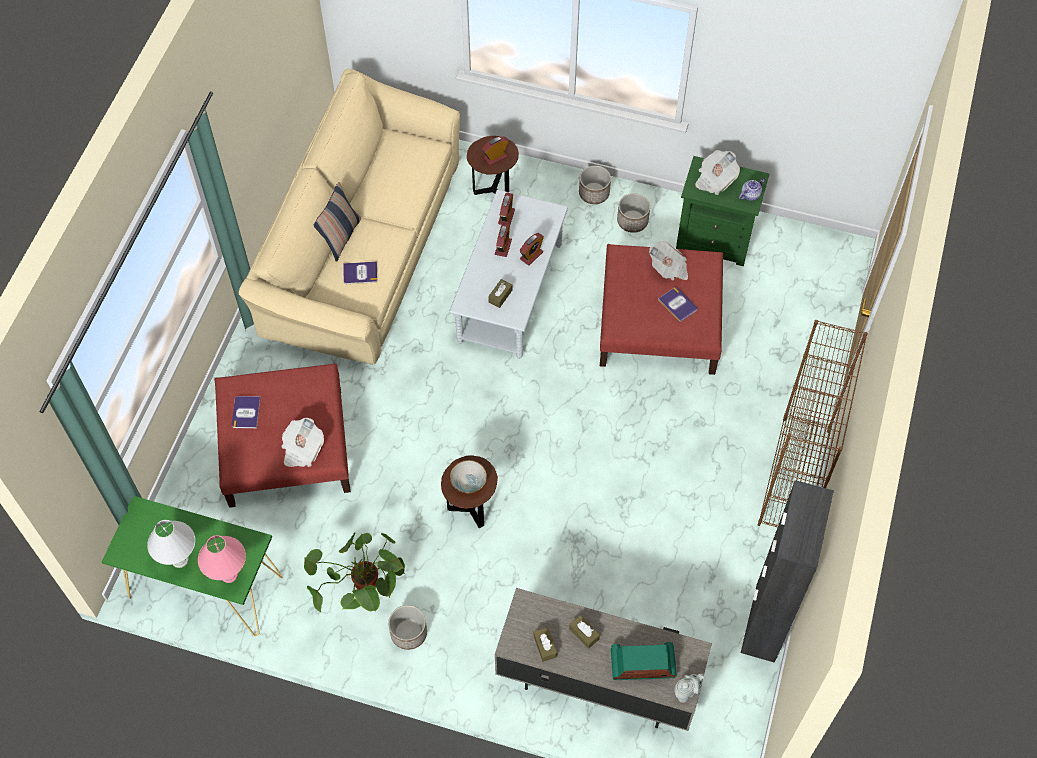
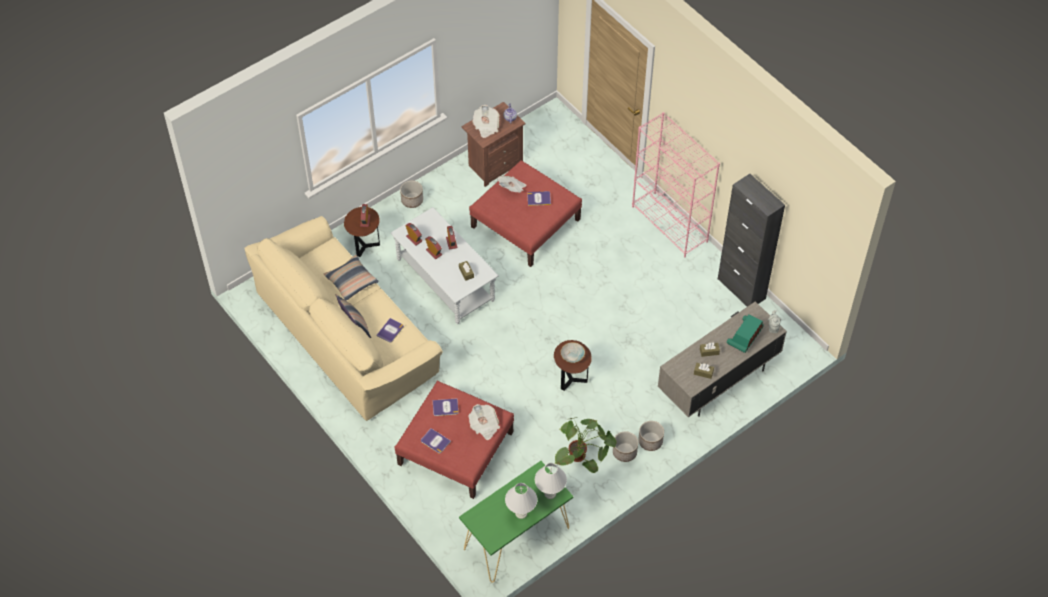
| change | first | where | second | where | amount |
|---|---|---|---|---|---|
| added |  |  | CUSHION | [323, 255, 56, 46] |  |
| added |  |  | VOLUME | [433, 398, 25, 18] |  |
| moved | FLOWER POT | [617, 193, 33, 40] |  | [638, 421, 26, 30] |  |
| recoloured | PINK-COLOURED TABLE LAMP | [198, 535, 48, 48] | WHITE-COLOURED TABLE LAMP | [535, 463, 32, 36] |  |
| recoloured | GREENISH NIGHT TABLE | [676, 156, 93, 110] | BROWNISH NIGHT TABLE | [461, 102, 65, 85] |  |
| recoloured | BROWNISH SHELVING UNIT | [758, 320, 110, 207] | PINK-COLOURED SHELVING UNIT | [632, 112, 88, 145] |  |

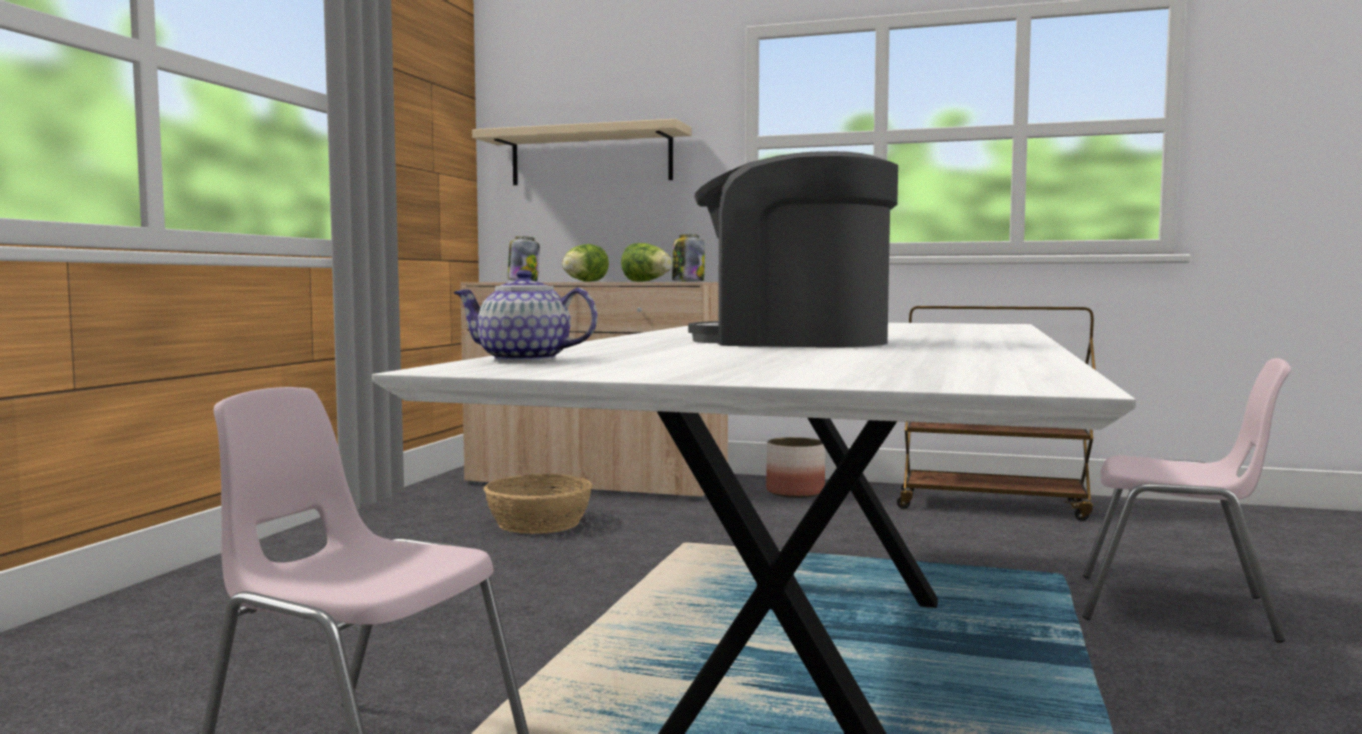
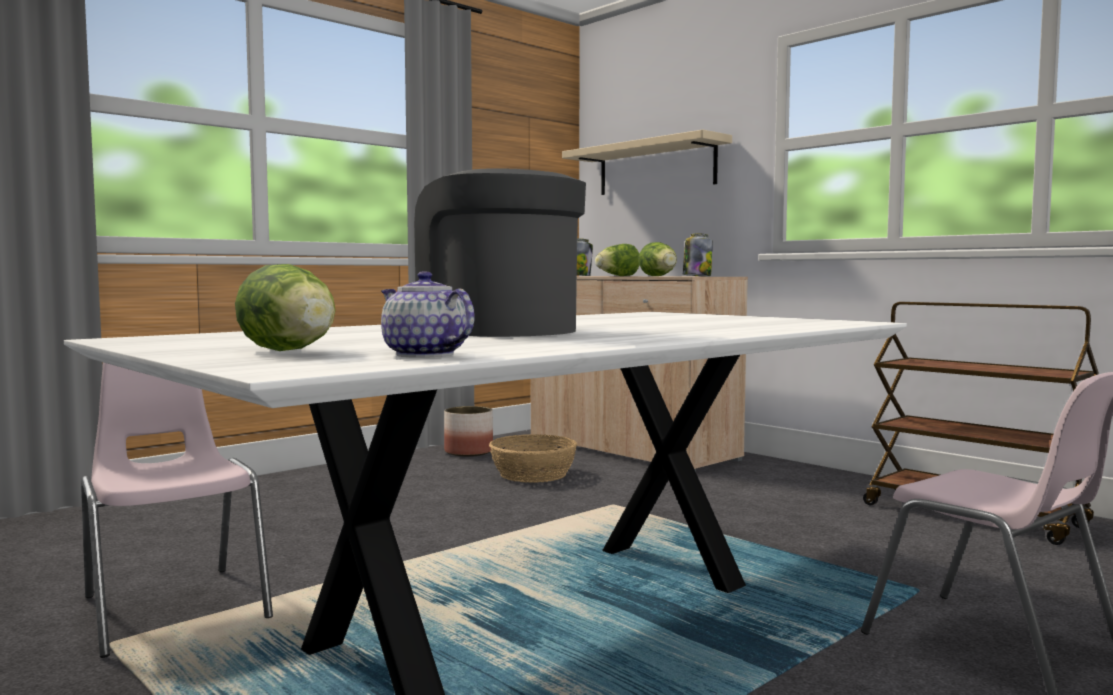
| change | first | where | second | where | amount |
|---|---|---|---|---|---|
| added |  |  | HEAD OF LETTUCE | [235, 264, 100, 87] |  |
| moved | POT FOR TEA | [453, 270, 145, 92] |  | [381, 271, 94, 87] |  |
| moved | FLOWER POT | [766, 437, 59, 61] |  | [444, 406, 49, 51] |  |

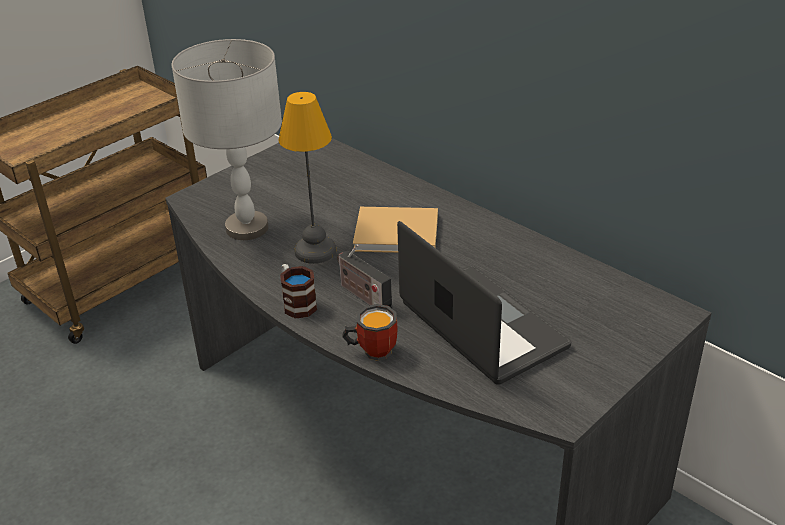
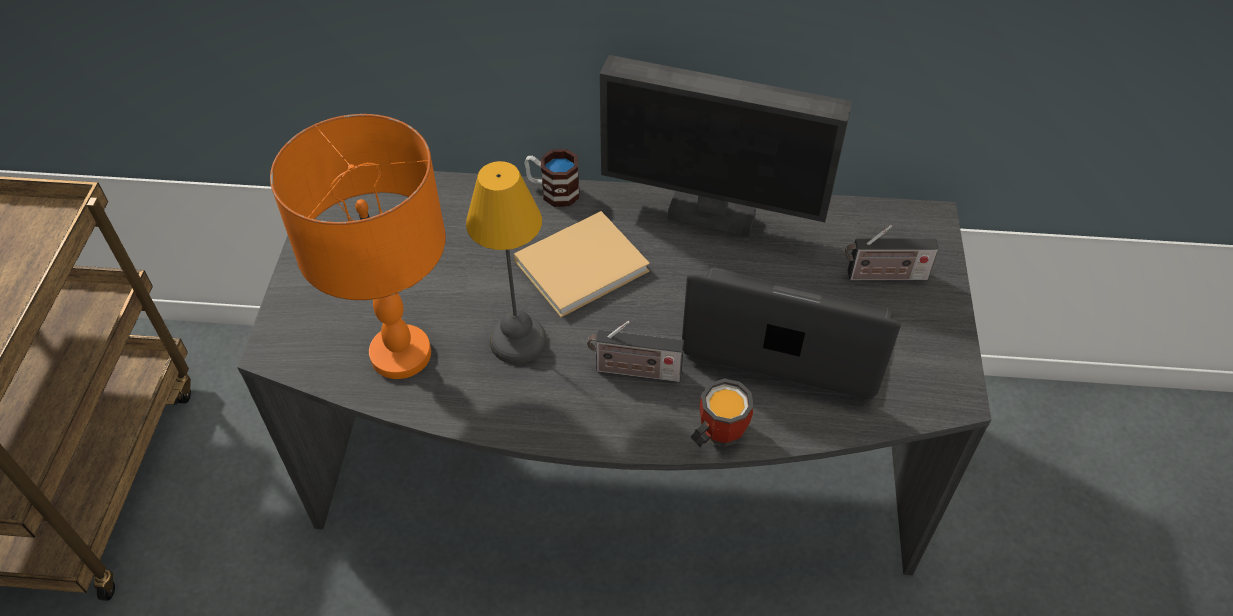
| change | first | where | second | where | amount |
|---|---|---|---|---|---|
| added |  |  | MONITOR | [600, 55, 252, 182] |  |
| added |  |  | RADIO SET | [845, 225, 94, 55] |  |
| moved | MUG | [280, 264, 37, 54] |  | [524, 149, 56, 58] |  |
| recoloured | GREY TABLE LAMP | [171, 39, 111, 201] | ORANGE TABLE LAMP | [270, 114, 176, 265] |  |

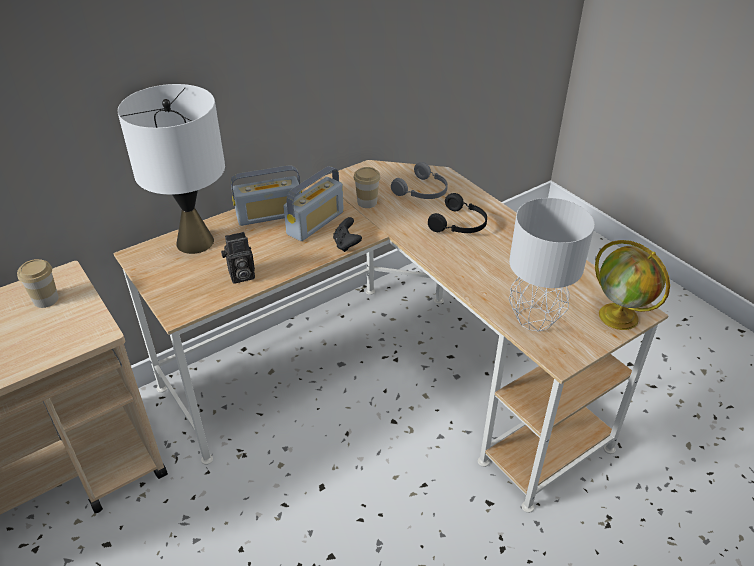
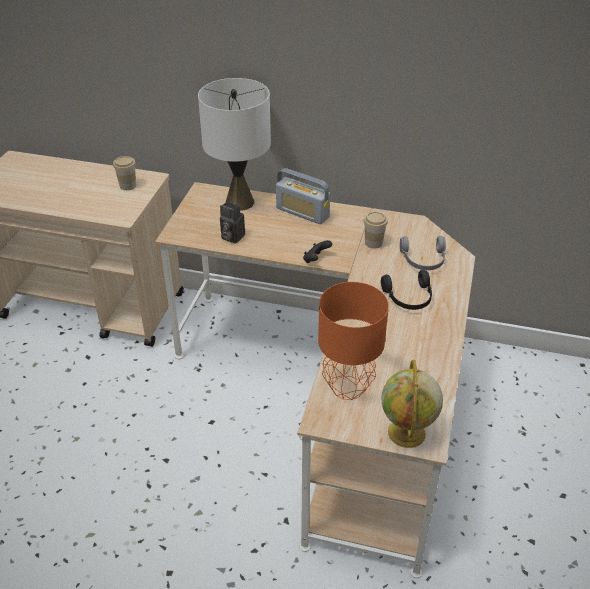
| change | first | where | second | where | amount |
|---|---|---|---|---|---|
| removed | RADIO SET | [283, 166, 61, 75] |  |  |  |
| recoloured | GREY TABLE LAMP | [509, 198, 86, 134] | ORANGE TABLE LAMP | [318, 282, 71, 118] |  |

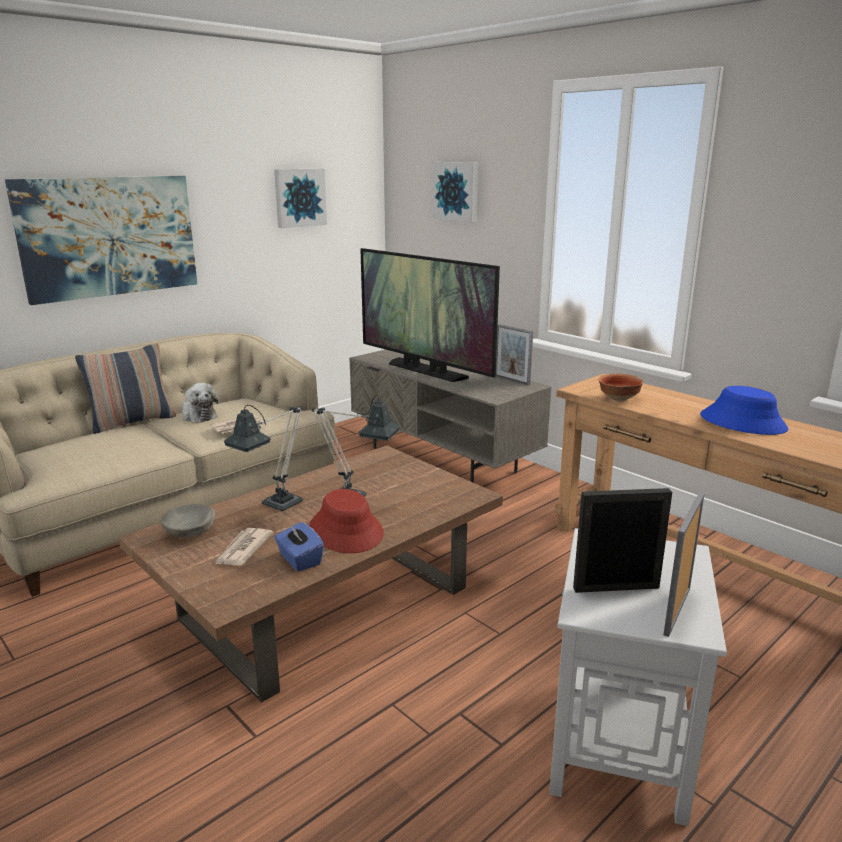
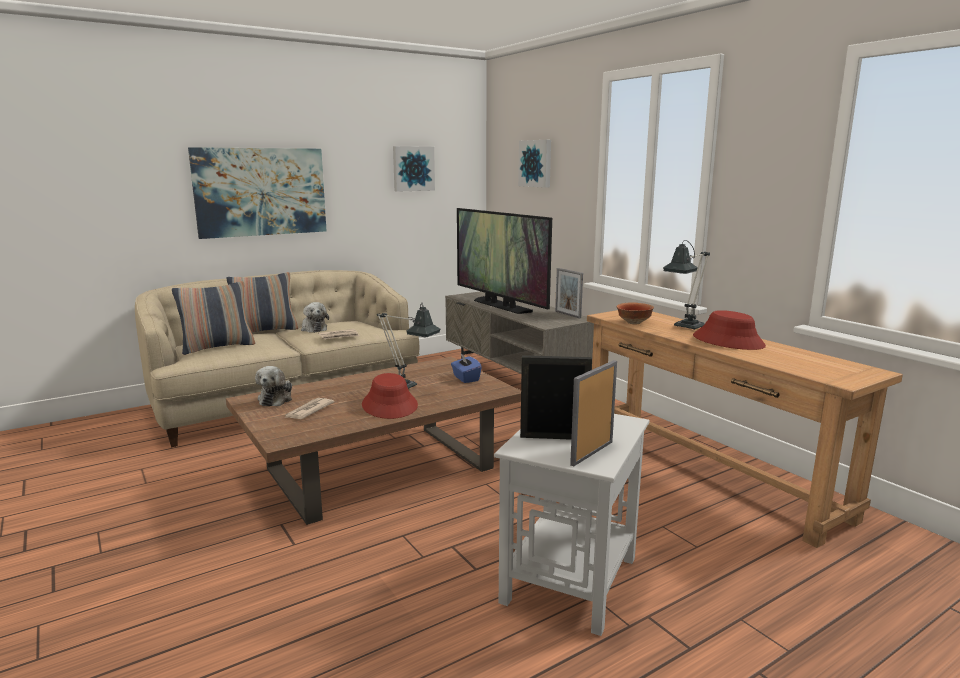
| change | first | where | second | where | amount |
|---|---|---|---|---|---|
| added |  |  | CUSHION | [172, 281, 83, 74] |  |
| moved | TABLE LAMP | [224, 405, 79, 106] |  | [663, 240, 47, 90] |  |
| moved | BLUE TISSUE BOX | [274, 521, 50, 51] |  | [451, 354, 31, 29] |  |
| replaced | GREY SERVING BOWL | [160, 504, 55, 34] | PLUSH TOY | [255, 366, 37, 40] |  |
| recoloured | BLUE CLOTHING HAT | [700, 386, 88, 49] | RED-COLOURED CLOTHING HAT | [693, 310, 73, 40] |  |

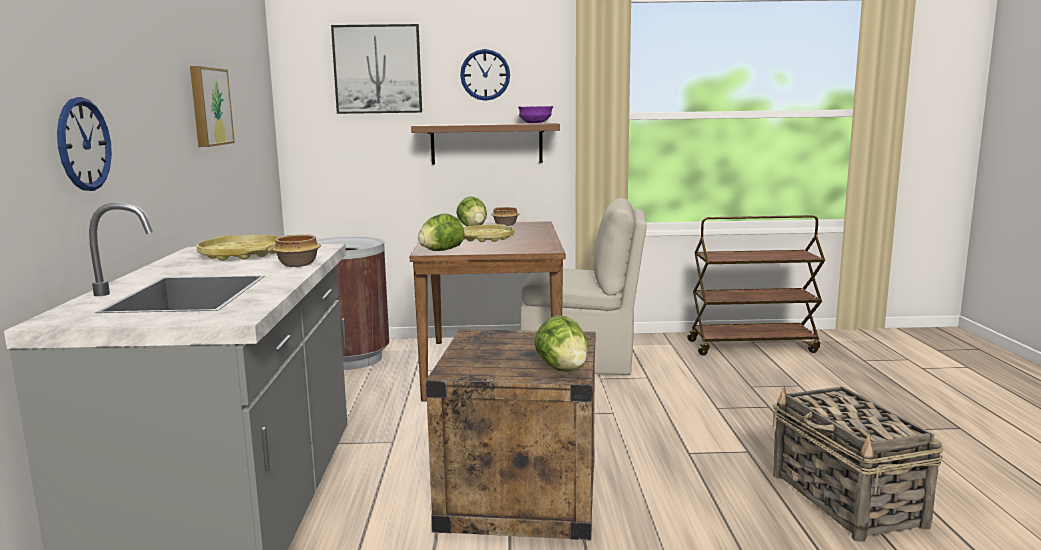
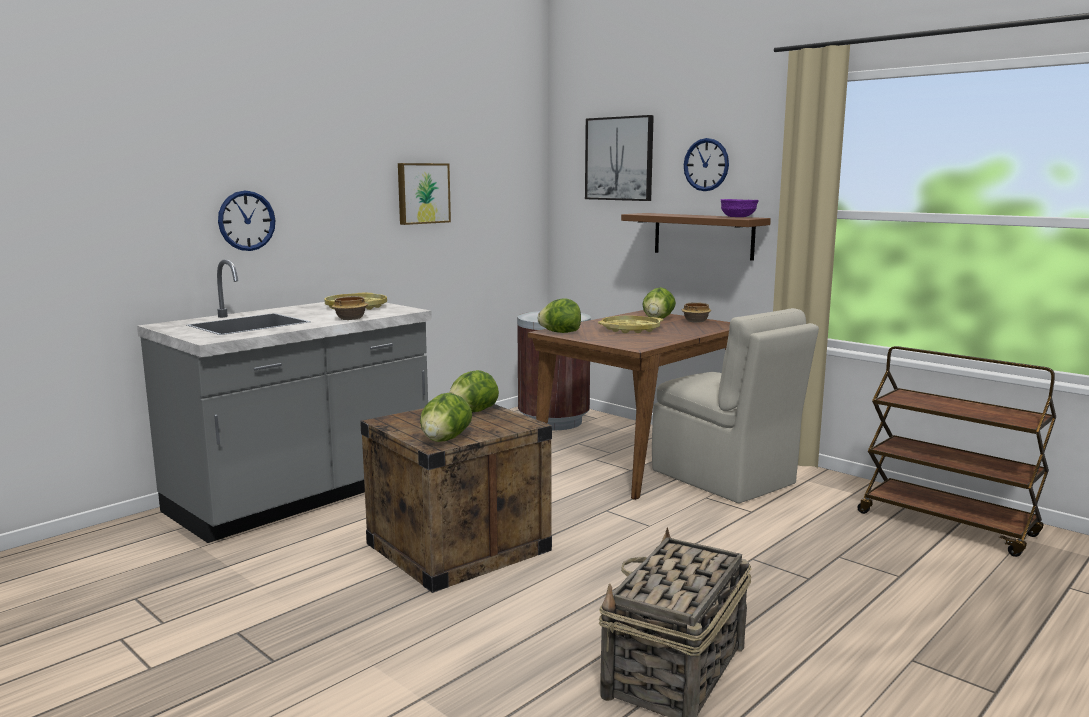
| change | first | where | second | where | amount |
|---|---|---|---|---|---|
| added |  |  | HEAD OF LETTUCE | [449, 370, 50, 42] |  |

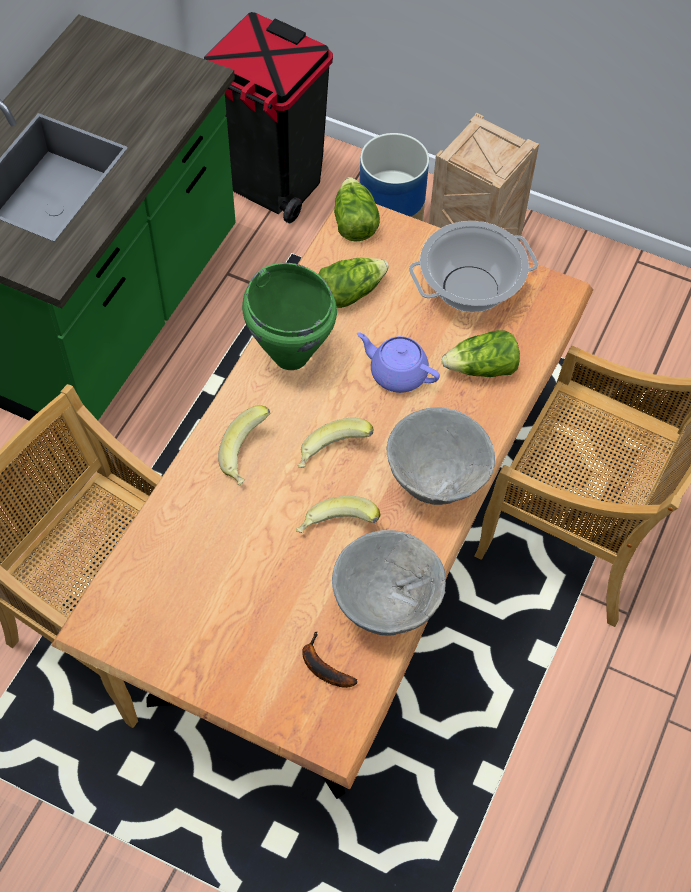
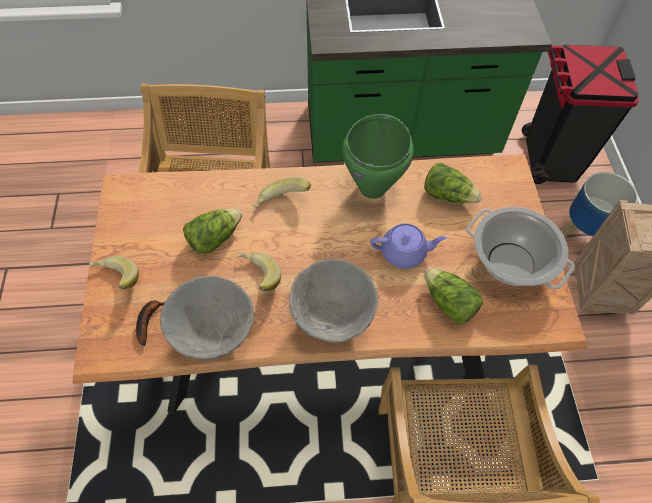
| change | first | where | second | where | amount |
|---|---|---|---|---|---|
| moved | BANANA FRUIT | [298, 418, 75, 50] |  | [89, 256, 50, 34] |  |
| moved | HEAD OF LETTUCE | [334, 177, 46, 65] |  | [183, 209, 59, 45] |  |
| turned | PURPLE-COLOURED POT FOR TEA | [357, 332, 83, 61] |  | [370, 223, 77, 45] | 90 degrees clockwise |

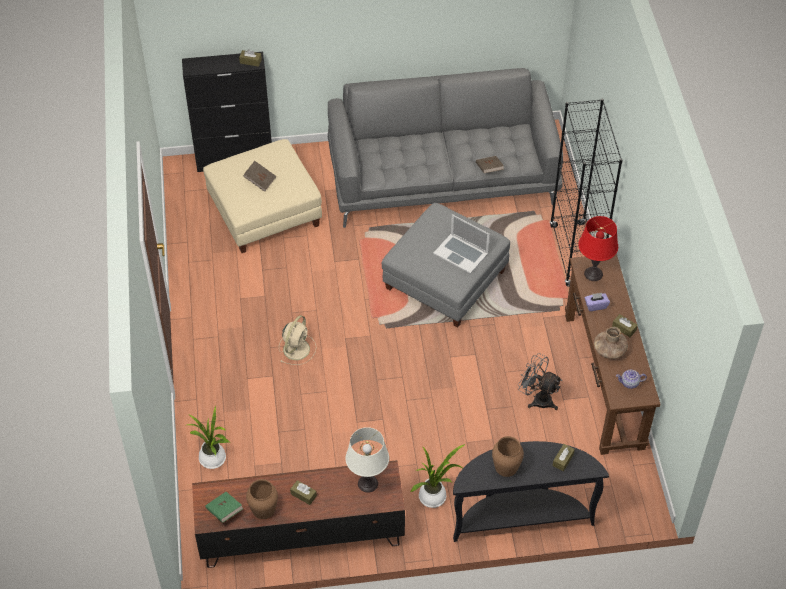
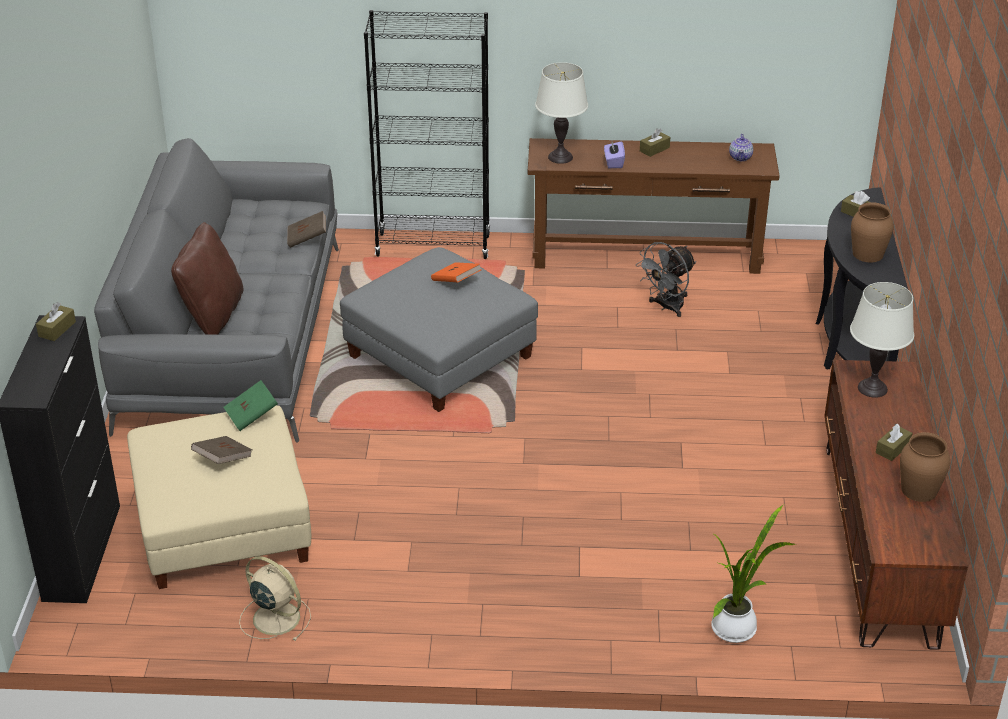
| change | first | where | second | where | amount |
|---|---|---|---|---|---|
| removed | HOUSEPLANT | [411, 444, 54, 64] |  |  |  |
| removed | BROWNISH VASE | [594, 327, 34, 32] |  |  |  |
| added |  |  | BROWNISH CUSHION | [171, 222, 73, 113] |  |
| moved | GREENISH VOLUME | [205, 492, 38, 31] |  | [224, 380, 54, 51] |  |
| moved | SAND-COLOURED ELECTRIC FAN | [279, 315, 38, 50] |  | [239, 556, 72, 85] |  |
| replaced | PORTABLE COMPUTER | [433, 214, 57, 60] | ORANGE VOLUME | [431, 262, 51, 20] |  |
| recoloured | RED-COLOURED TABLE LAMP | [578, 216, 40, 65] | WHITE-COLOURED TABLE LAMP | [535, 62, 53, 102] |  |

